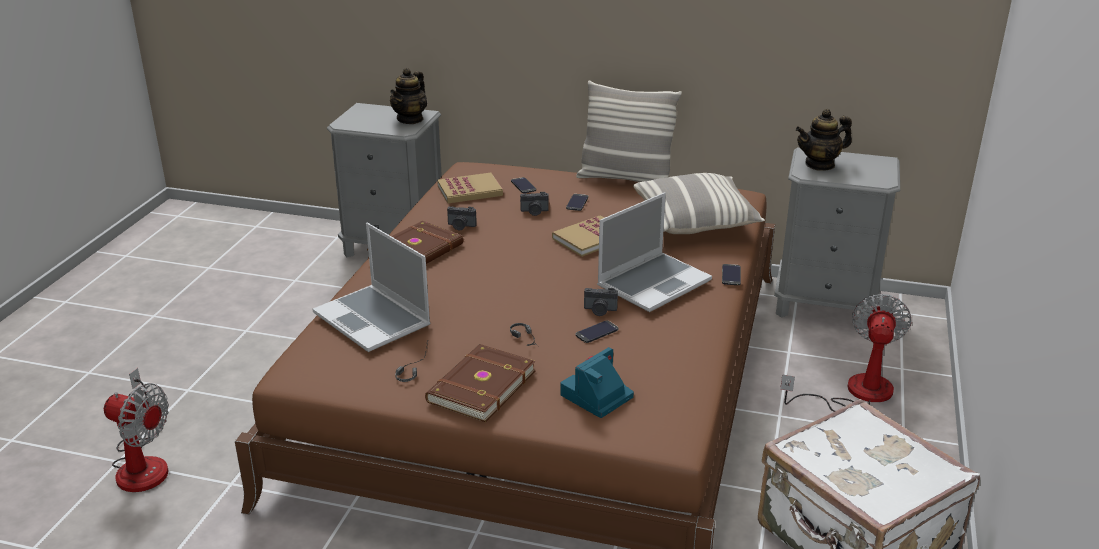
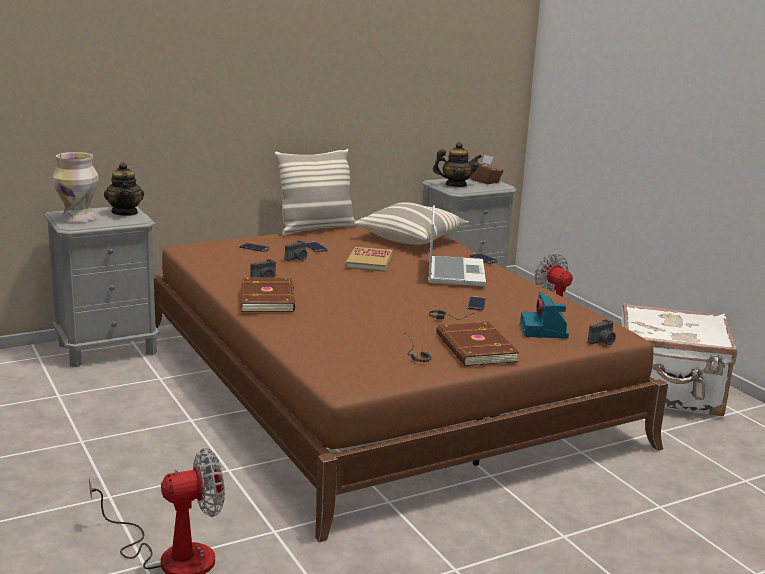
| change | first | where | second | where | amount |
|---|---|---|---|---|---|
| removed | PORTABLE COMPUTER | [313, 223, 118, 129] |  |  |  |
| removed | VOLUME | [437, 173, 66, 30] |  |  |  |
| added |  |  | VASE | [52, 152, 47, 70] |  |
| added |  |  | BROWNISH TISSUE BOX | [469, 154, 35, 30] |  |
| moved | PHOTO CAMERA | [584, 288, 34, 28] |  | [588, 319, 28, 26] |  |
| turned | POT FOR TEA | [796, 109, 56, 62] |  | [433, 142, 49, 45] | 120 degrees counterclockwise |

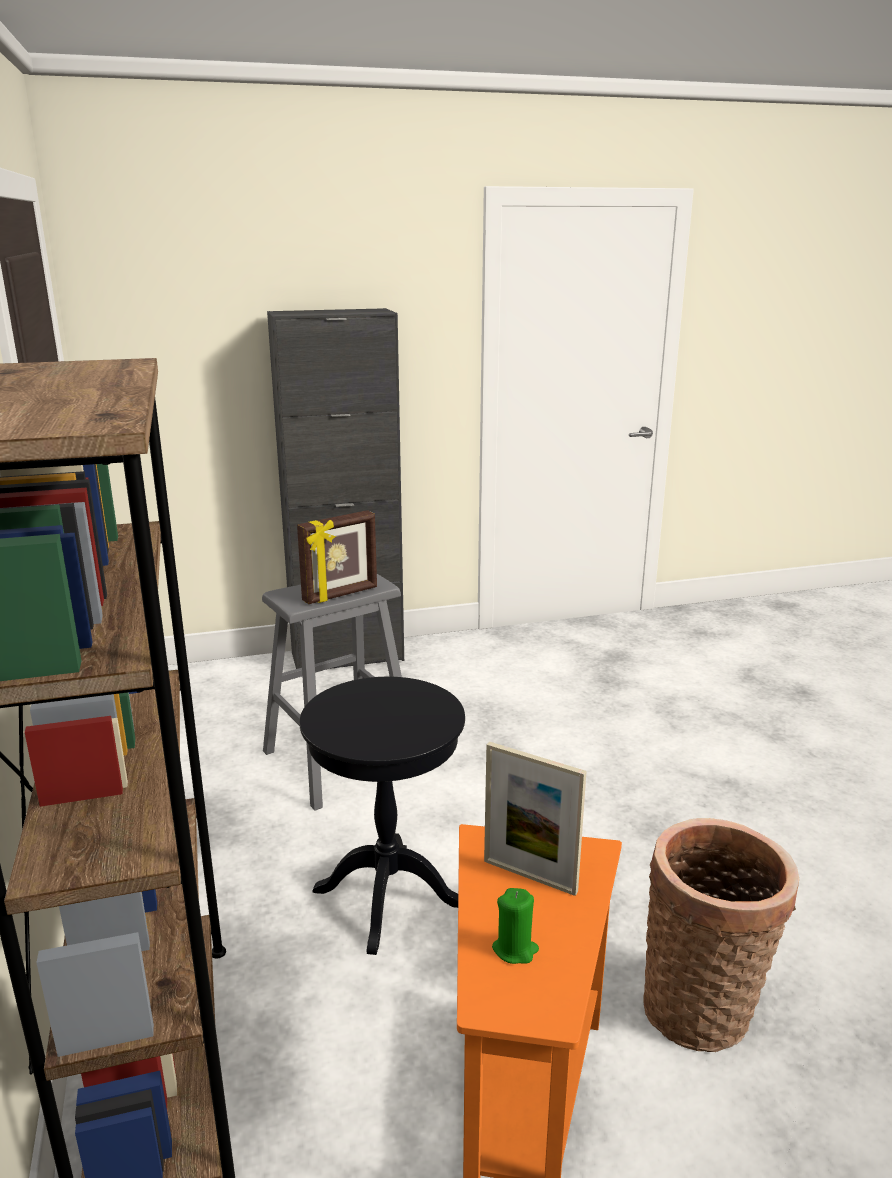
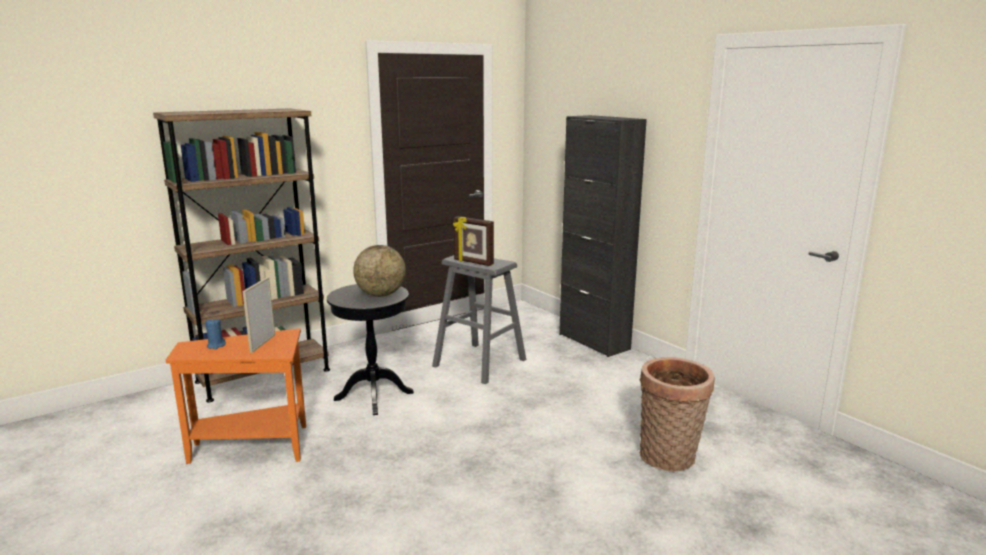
| change | first | where | second | where | amount |
|---|---|---|---|---|---|
| added |  |  | DESK GLOBE | [353, 245, 53, 52] |  |
| moved | STORAGE BASKET | [644, 818, 155, 234] |  | [640, 357, 75, 114] |  |
| recoloured | GREENISH CANDLE | [492, 888, 47, 76] | BLUE CANDLE | [205, 318, 21, 31] |  |

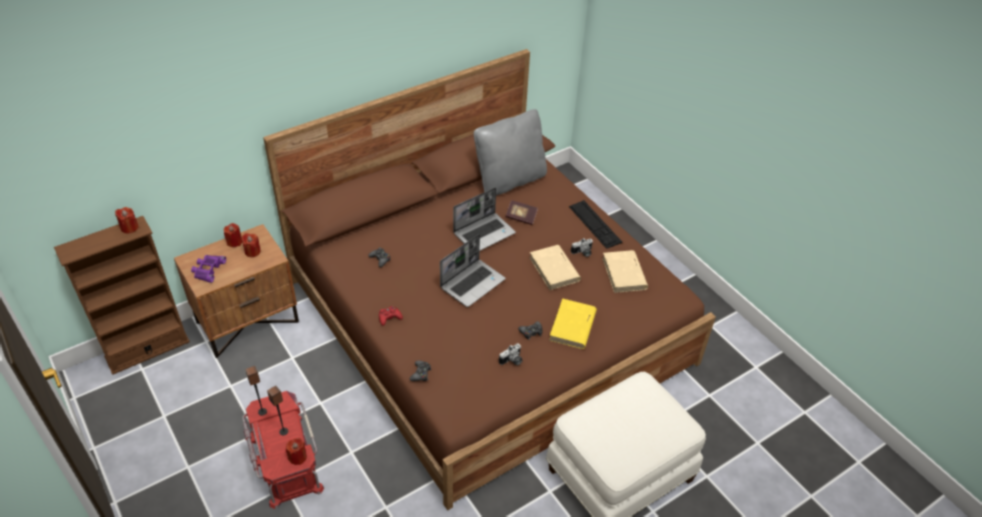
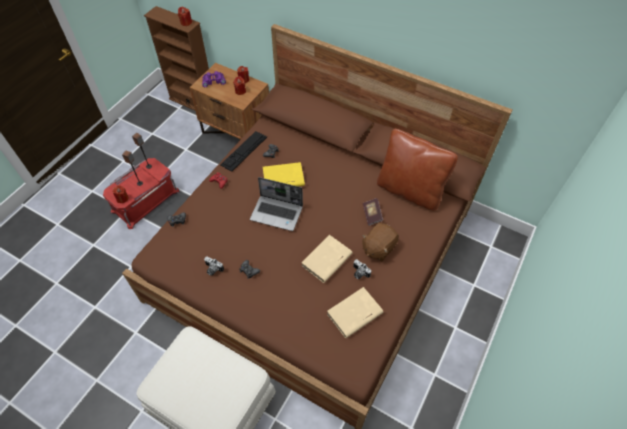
| change | first | where | second | where | amount |
|---|---|---|---|---|---|
| removed | PORTABLE COMPUTER | [453, 187, 63, 64] |  |  |  |
| added |  |  | BROWNISH PLUSH TOY | [362, 223, 37, 38] |  |
| moved | YELLOW VOLUME | [549, 298, 48, 51] |  | [263, 162, 42, 24] |  |
| moved | PC KEYBOARD | [569, 200, 53, 49] |  | [220, 131, 47, 41] |  |
| recoloured | GREY CUSHION | [474, 109, 73, 87] | BROWNISH CUSHION | [377, 129, 81, 82] |  |

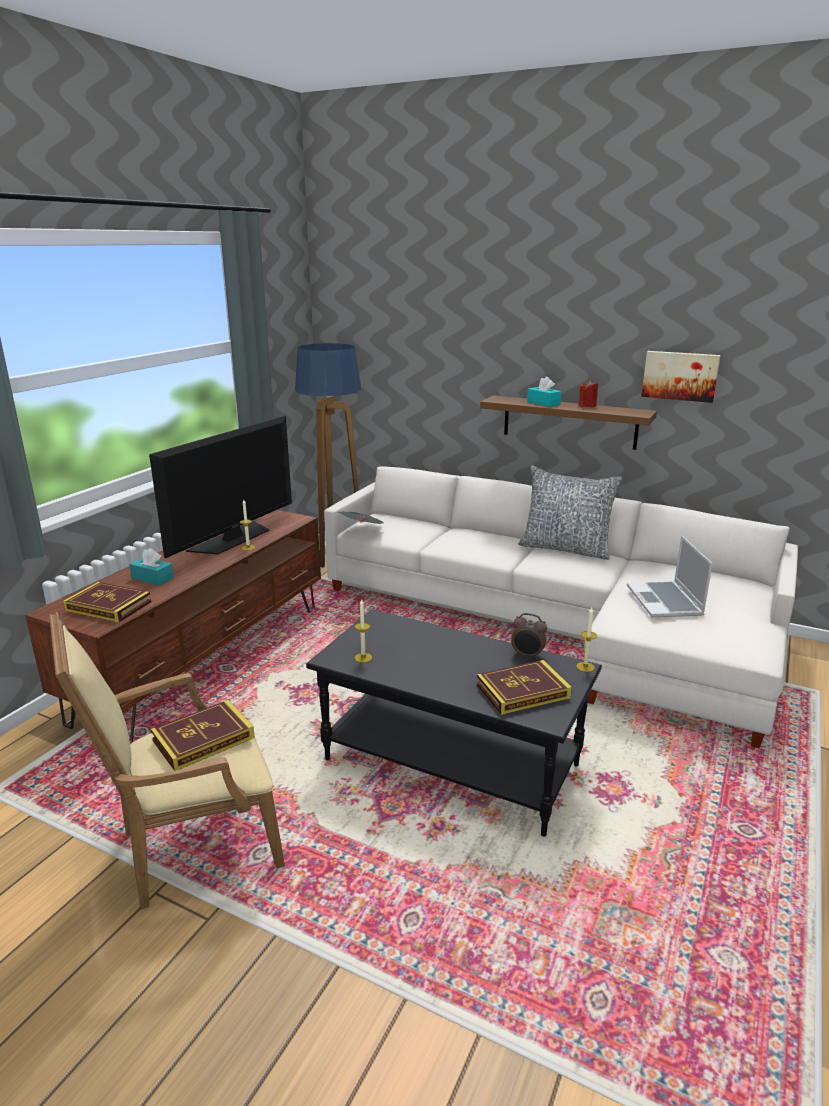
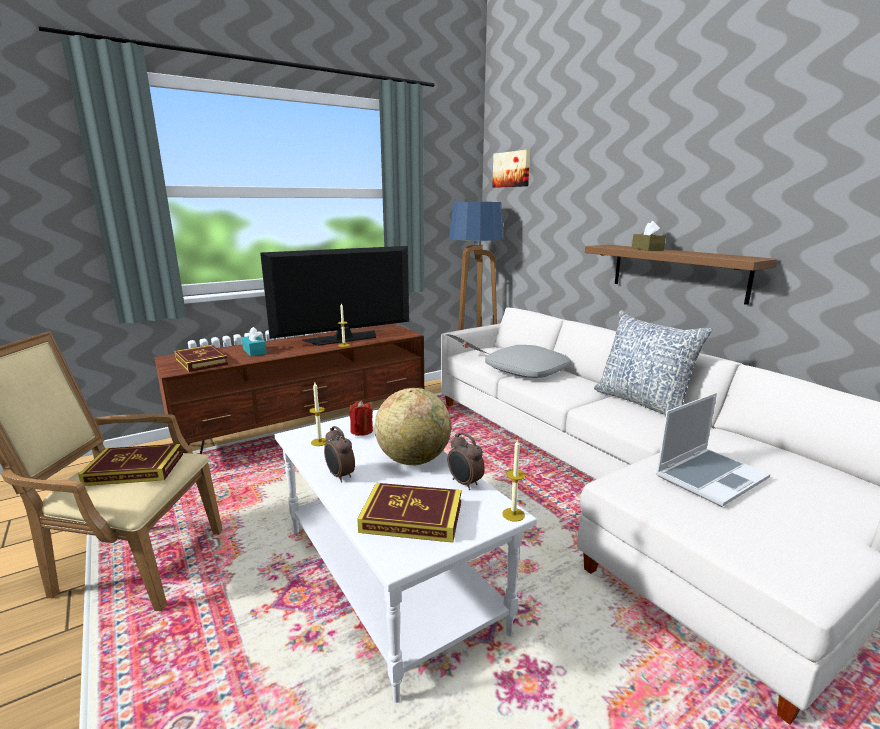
| change | first | where | second | where | amount |
|---|---|---|---|---|---|
| added |  |  | BEDSIDE CLOCK | [324, 426, 31, 57] |  |
| added |  |  | DESK GLOBE | [375, 388, 76, 77] |  |
| added |  |  | GREY CUSHION | [485, 345, 86, 33] |  |
| moved | RED-COLOURED CANDLE | [578, 380, 20, 27] |  | [349, 401, 24, 35] |  |
| moved | WALL ART | [641, 351, 80, 52] |  | [492, 150, 38, 38] |  |
| recoloured | BLACK-COLOURED LOUNGE TABLE | [306, 609, 296, 228] | WHITE-COLOURED LOUNGE TABLE | [275, 410, 262, 293] |  |
| recoloured | BLUE-GREEN TISSUE BOX | [527, 376, 35, 31] | BROWNISH TISSUE BOX | [632, 221, 34, 30] |  |
| turned | PORTABLE COMPUTER | [627, 536, 86, 81] |  | [656, 393, 114, 114] | 150 degrees counterclockwise |

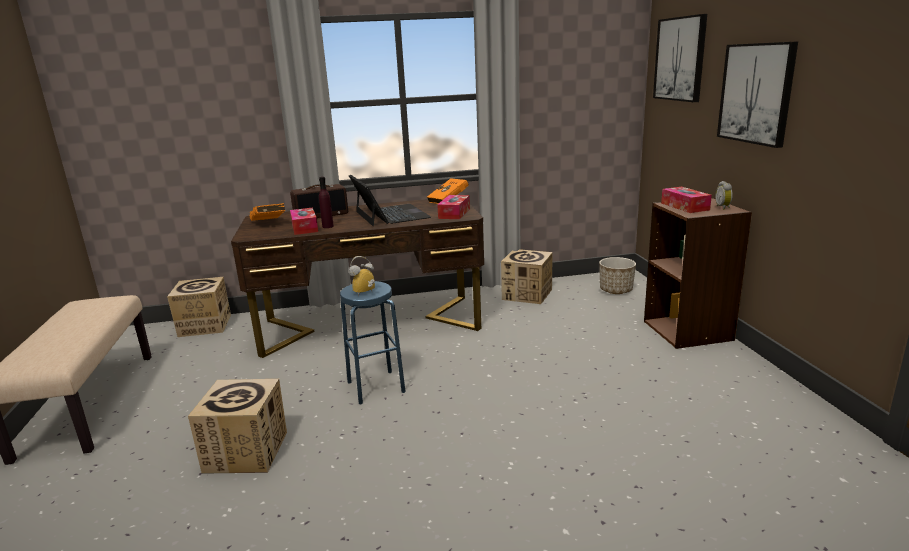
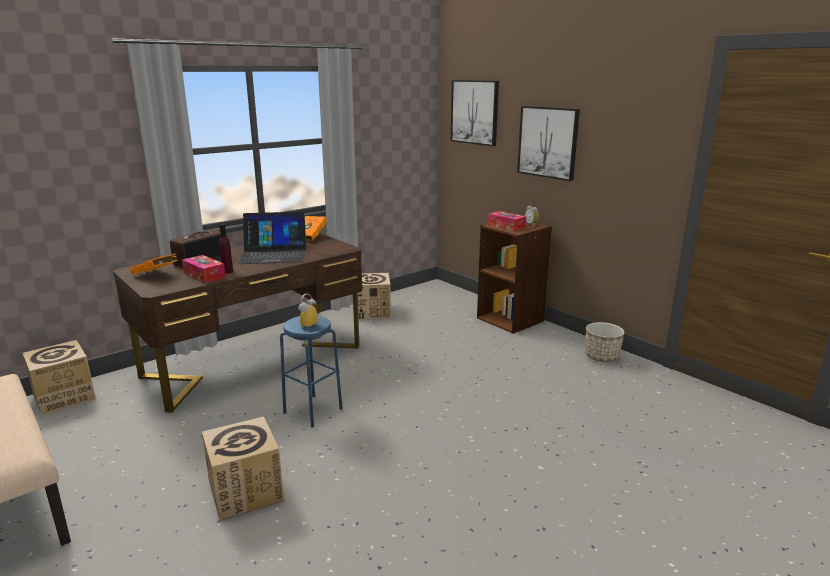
| change | first | where | second | where | amount |
|---|---|---|---|---|---|
| removed | TISSUE BOX | [437, 195, 33, 24] |  |  |  |
| moved | FLOWER POT | [599, 257, 37, 37] |  | [585, 322, 39, 40] |  |
| turned | PORTABLE COMPUTER | [349, 175, 82, 51] |  | [238, 212, 68, 52] | 135 degrees clockwise |

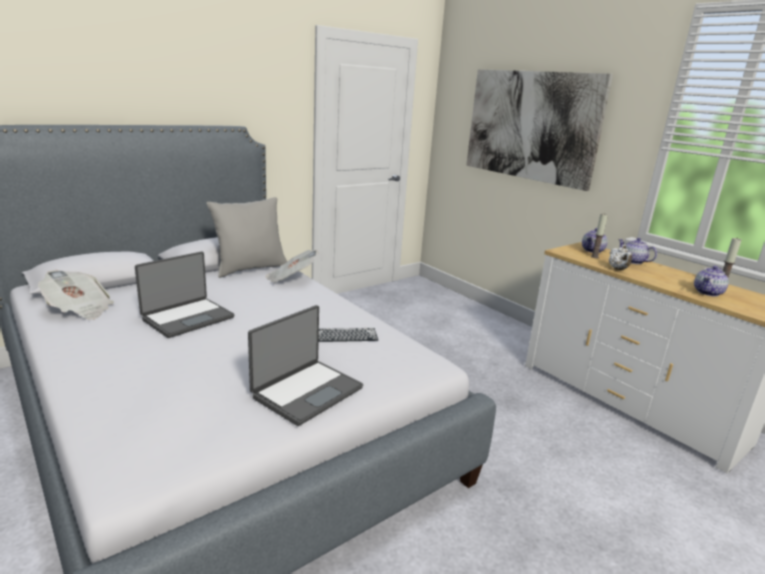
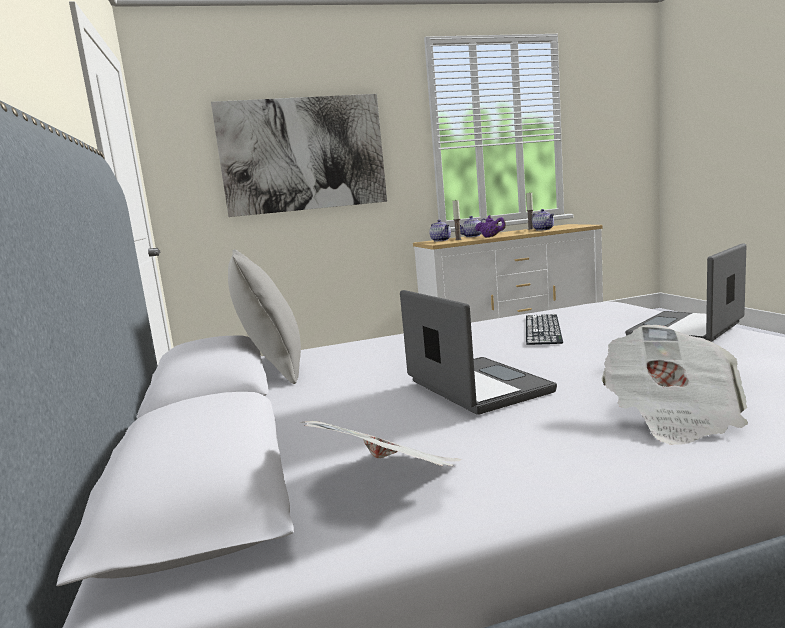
| change | first | where | second | where | amount |
|---|---|---|---|---|---|
| moved | NEWSPAPER | [265, 250, 54, 33] |  | [601, 325, 147, 120] |  |
| recoloured | WHITE-COLOURED POT FOR TEA | [609, 245, 23, 25] | PURPLE-COLOURED POT FOR TEA | [475, 215, 31, 23] |  |
| turned | PORTABLE COMPUTER | [248, 305, 115, 121] |  | [625, 243, 121, 99] | 105 degrees counterclockwise |

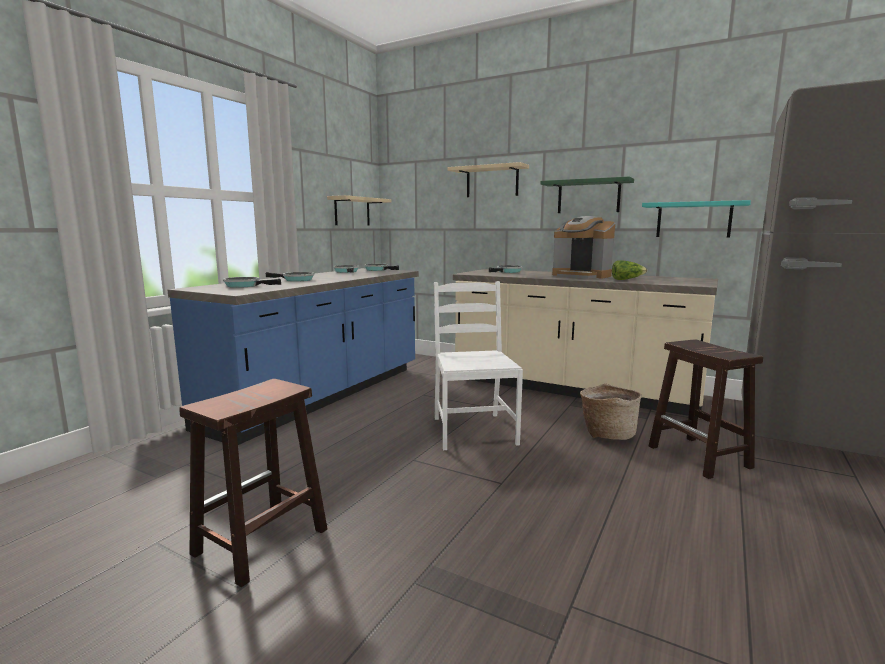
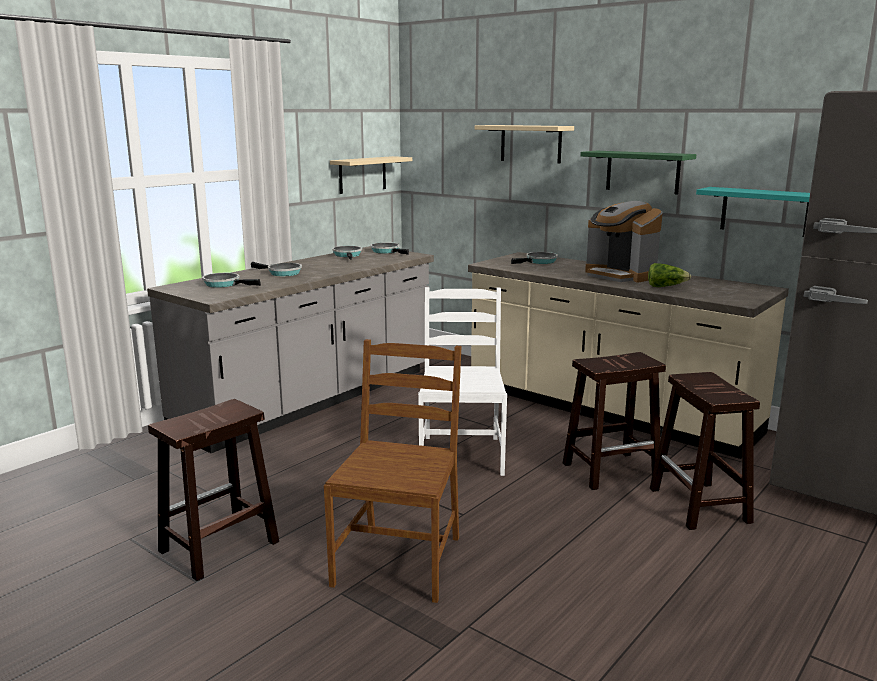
| change | first | where | second | where | amount |
|---|---|---|---|---|---|
| added |  |  | BROWNISH UPRIGHT CHAIR | [324, 339, 137, 264] |  |
| replaced | STORAGE BASKET | [580, 384, 62, 56] | BROWNISH STOOL | [563, 352, 103, 138] |  |
| recoloured | BLUE COUNTER | [167, 268, 252, 177] | GREY COUNTER | [147, 246, 287, 207] |  |

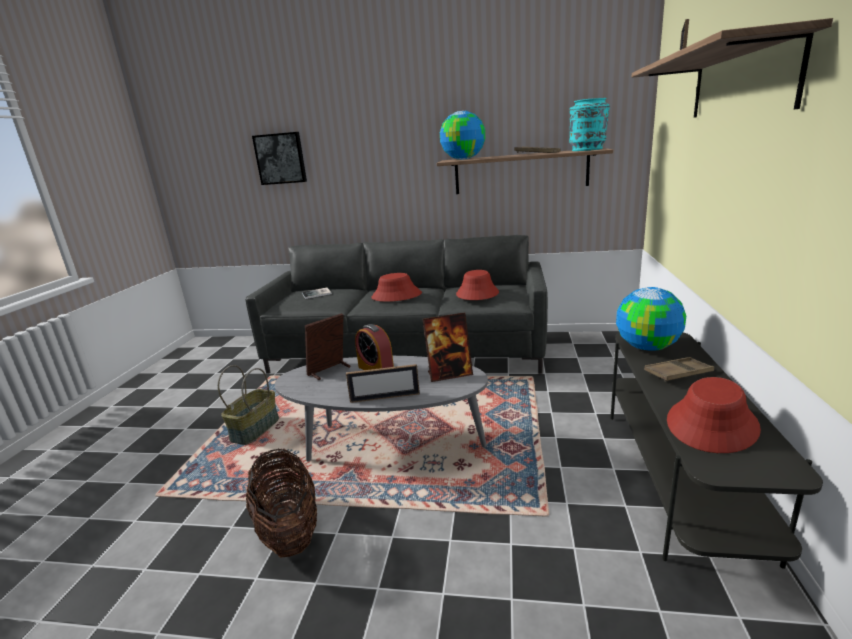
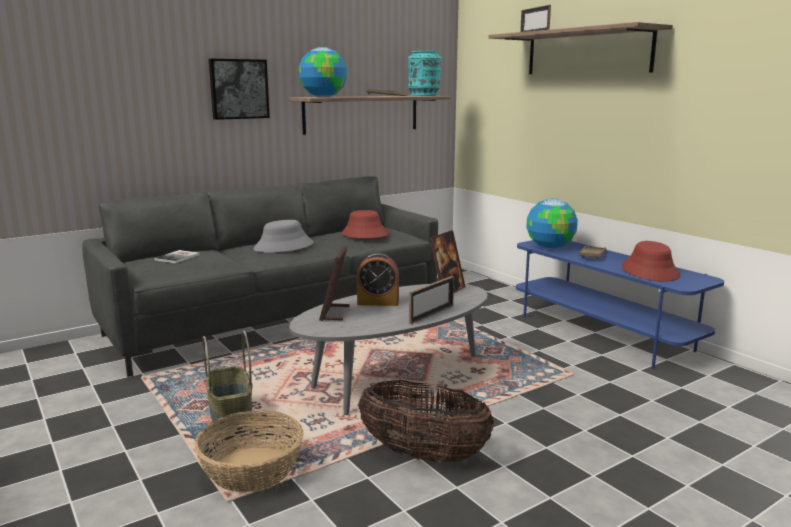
| change | first | where | second | where | amount |
|---|---|---|---|---|---|
| added |  |  | STORAGE BASKET | [194, 410, 110, 82] |  |
| moved | WALL ART | [252, 132, 55, 53] |  | [209, 59, 61, 61] |  |
| recoloured | RED-COLOURED CLOTHING HAT | [371, 273, 51, 29] | GREY CLOTHING HAT | [253, 220, 61, 33] |  |
| recoloured | GREY MEDIA CONSOLE | [610, 333, 213, 236] | BLUE MEDIA CONSOLE | [516, 240, 208, 129] |  |

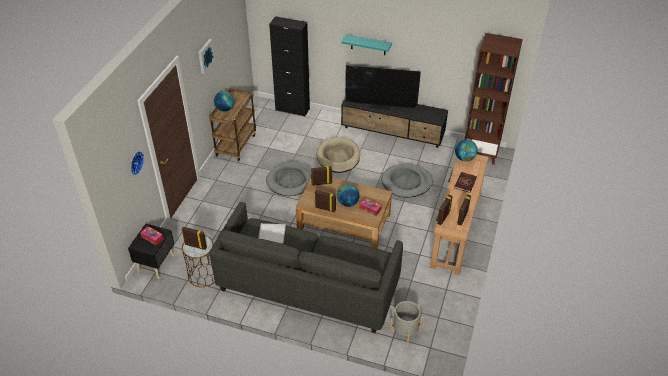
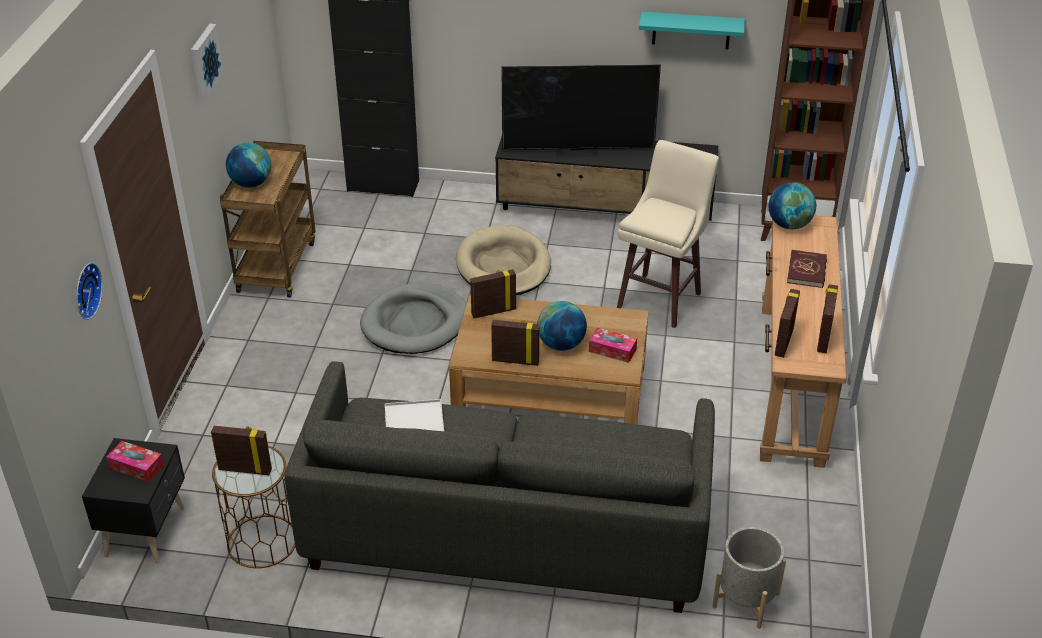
| change | first | where | second | where | amount |
|---|---|---|---|---|---|
| moved | BLUE-GREEN BRACKET SHELF | [341, 34, 51, 21] |  | [639, 12, 106, 37] |  |
| replaced | GREY DOG BED | [382, 164, 51, 34] | SAND-COLOURED STOOL | [617, 140, 102, 188] |  |

